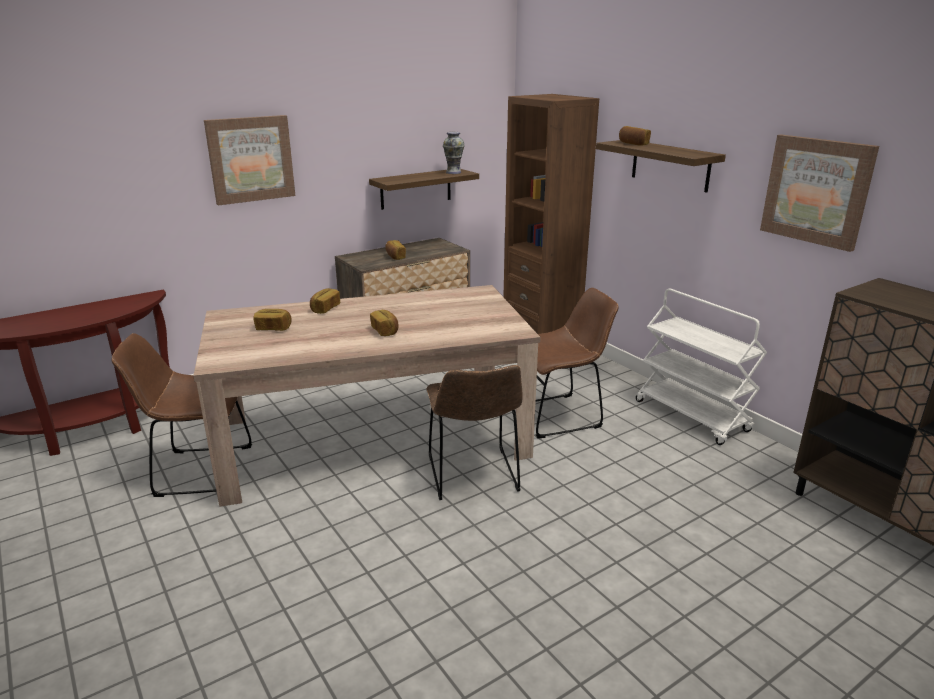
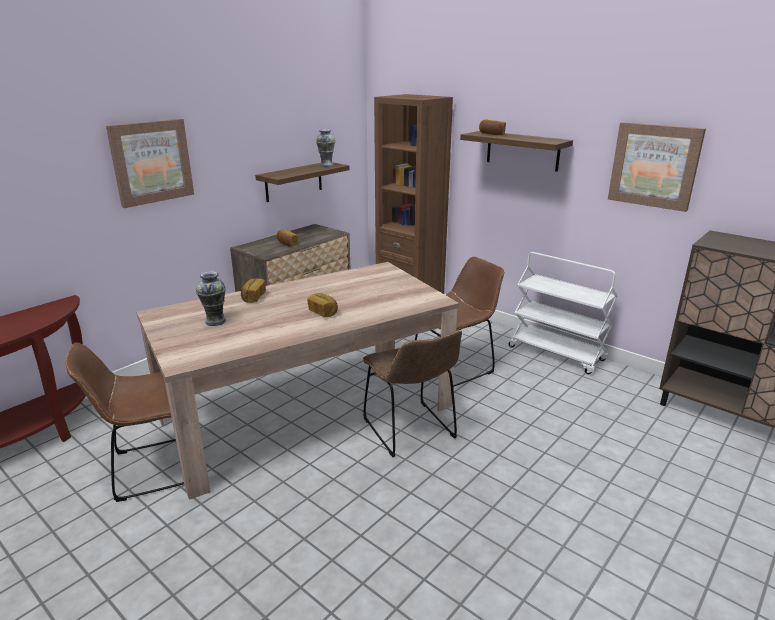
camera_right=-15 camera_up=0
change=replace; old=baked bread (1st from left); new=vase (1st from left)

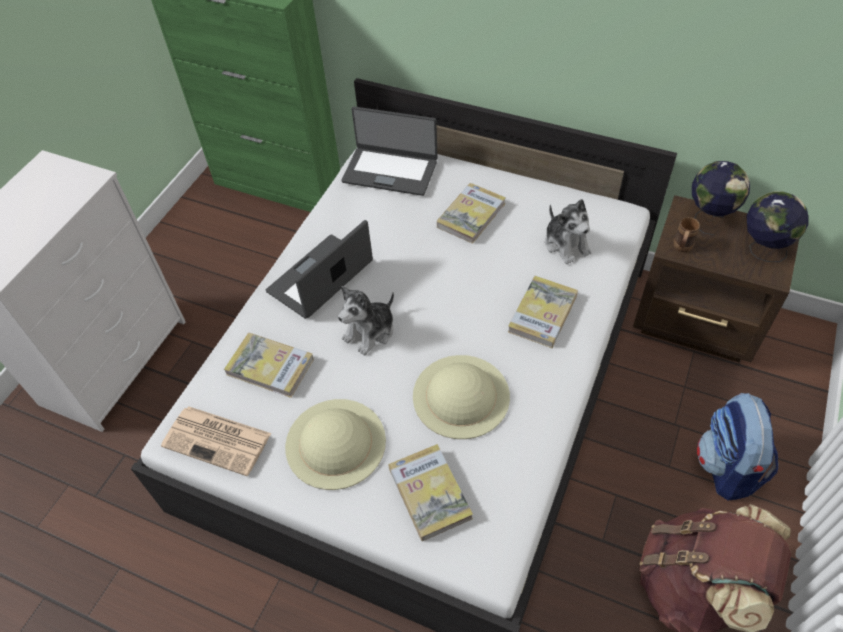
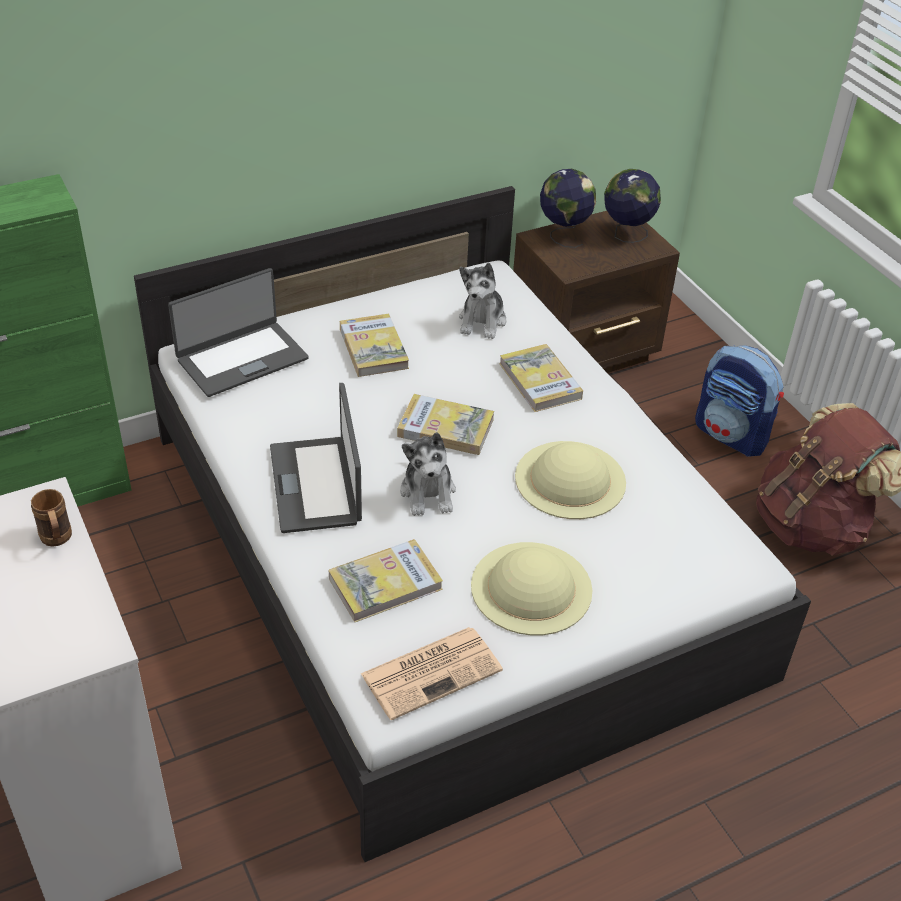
camera_right=-55 camera_up=-10
change=move; old=book (2nd from left in the first image); new=book (3rd from left)
change=move; old=mug (brownish)
change=rotate; old=soft toy (2nd from left); degrees=90

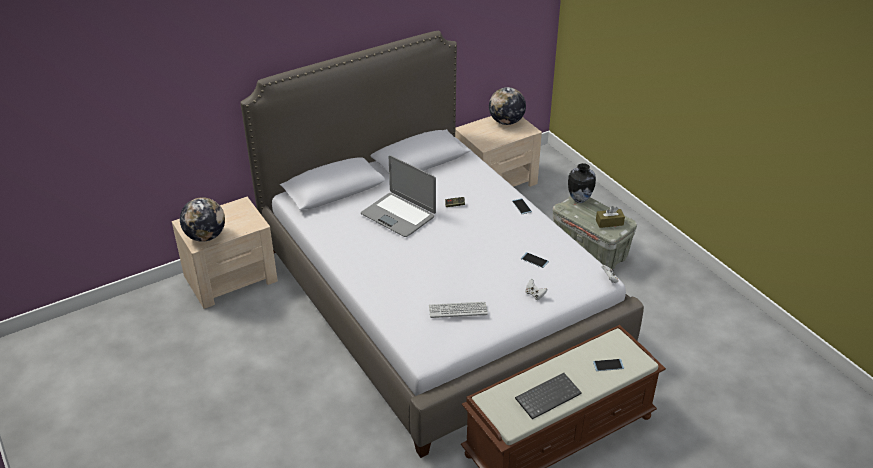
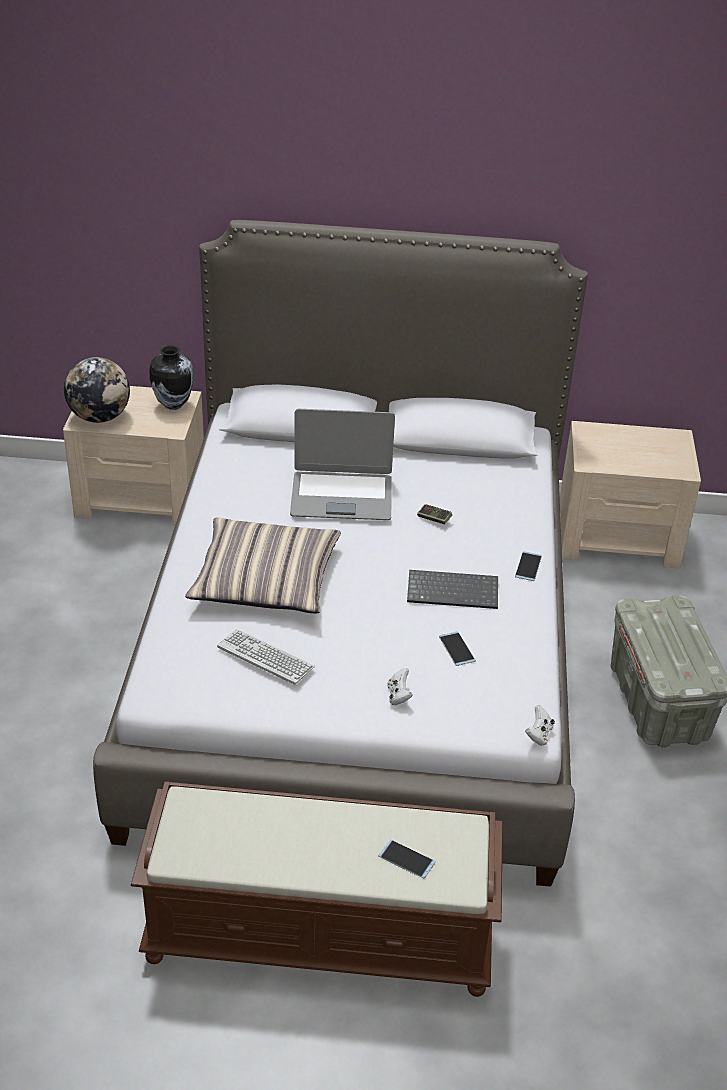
camera_right=35 camera_up=0
change=delete; old=desk globe (2nd from left)
change=delete; old=tissue holder (brownish)
change=insert; new=throw pillow
change=move; old=keyboard (2nd from left)
change=move; old=vase
change=rotate; old=notebook computer; degrees=-75

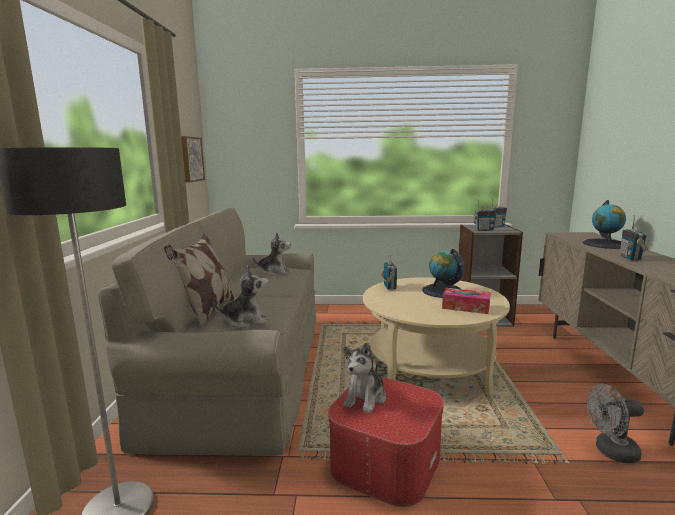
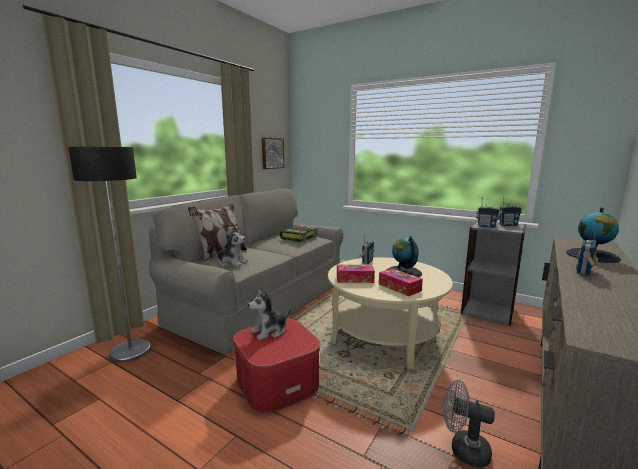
camera_right=30 camera_up=0
change=insert; new=tissue holder (1st from left)
change=replace; old=soft toy (2nd from left); new=book

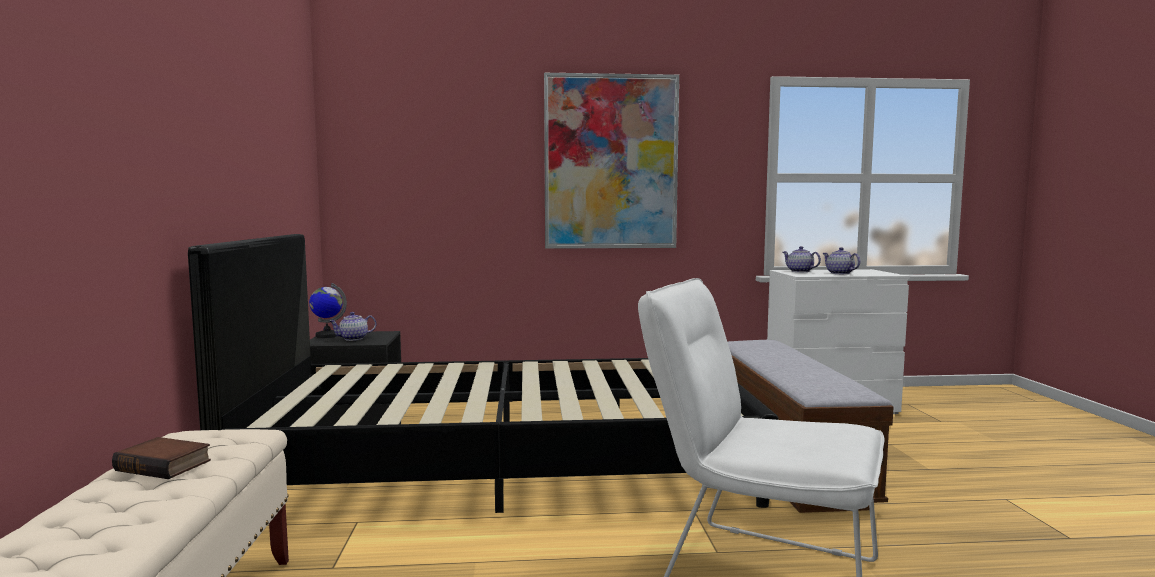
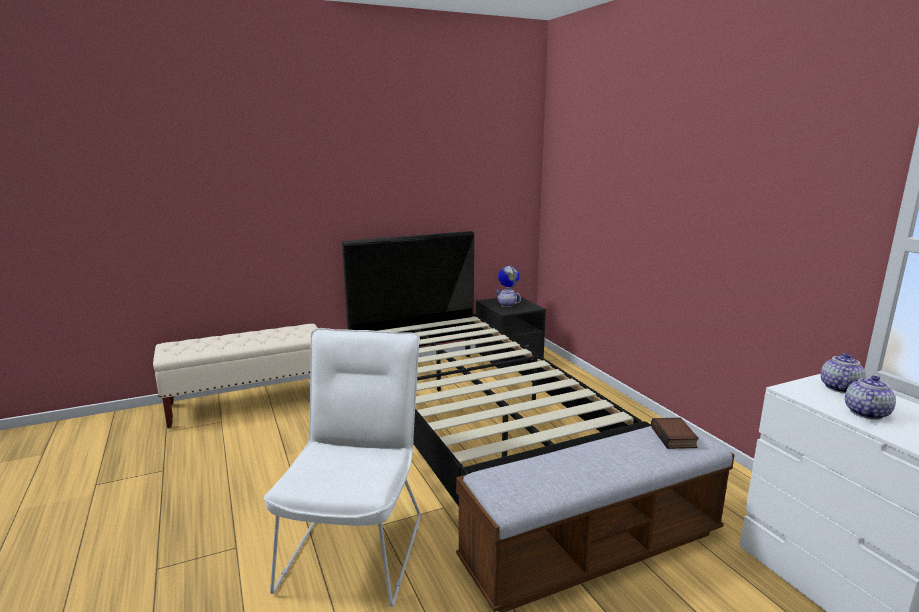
camera_right=70 camera_up=10
change=delete; old=wall art
change=move; old=book

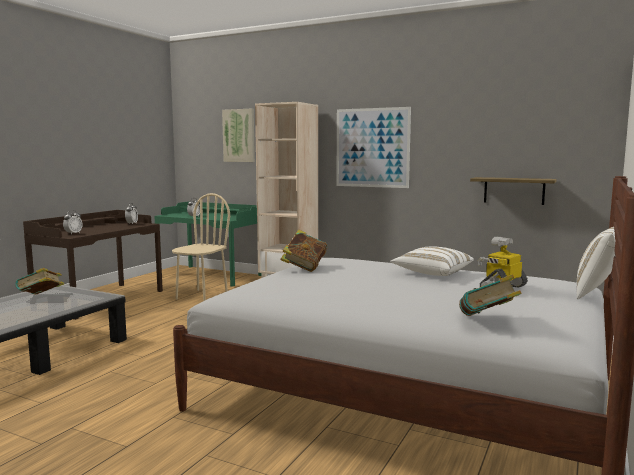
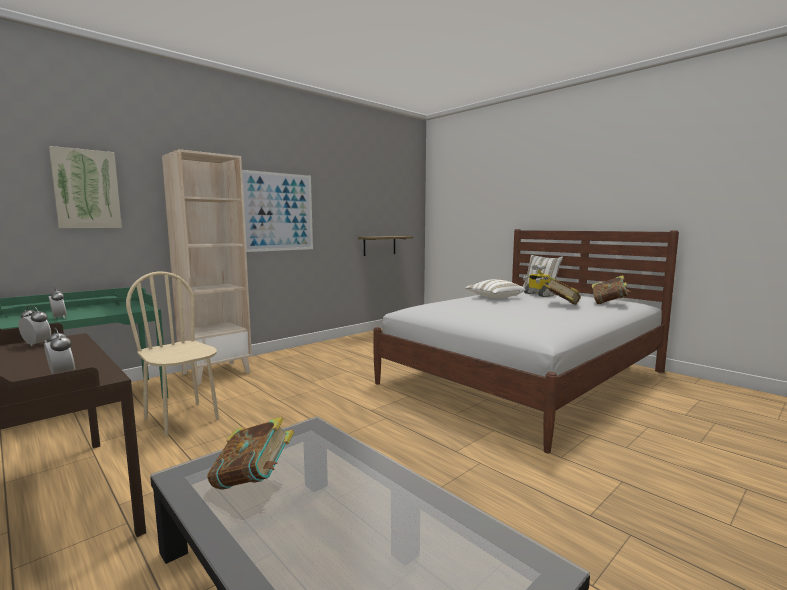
camera_right=-70 camera_up=0
change=move; old=book (2nd from left)

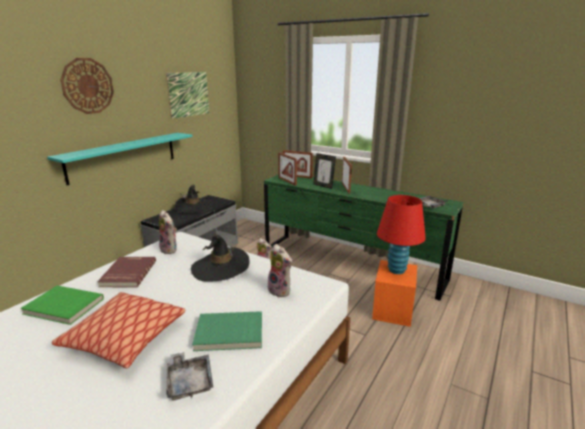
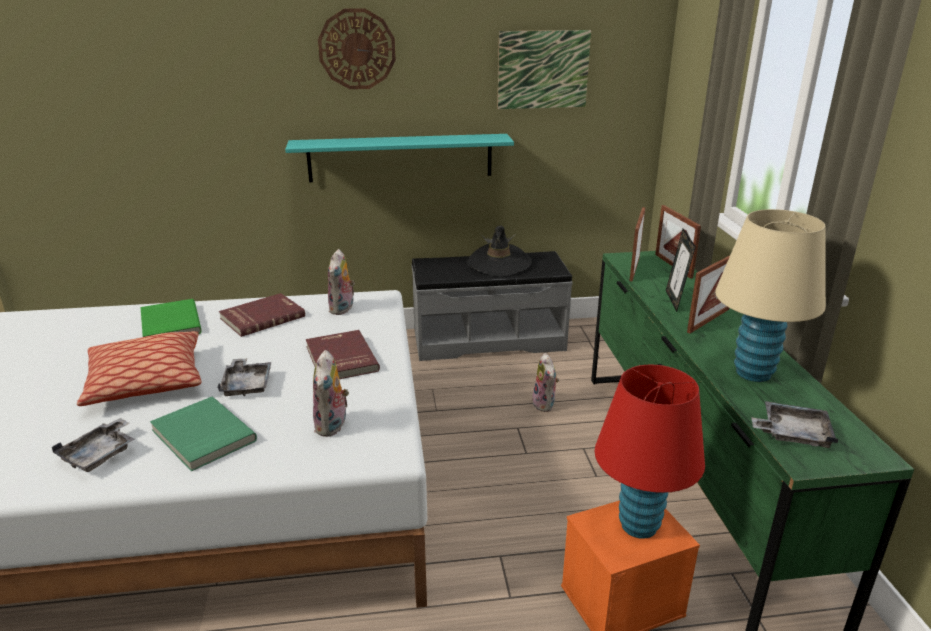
camera_right=50 camera_up=5
change=insert; new=serving tray (grey) (2nd from left)
change=insert; new=lamp for a table (sand-coloured)
change=replace; old=wearable hat (black-coloured) (2nd from left); new=book (reddish) (2nd from left)

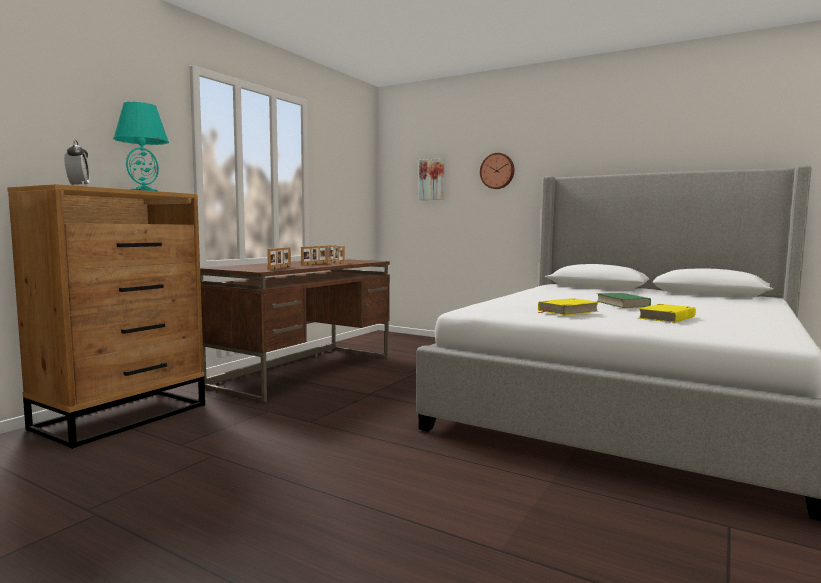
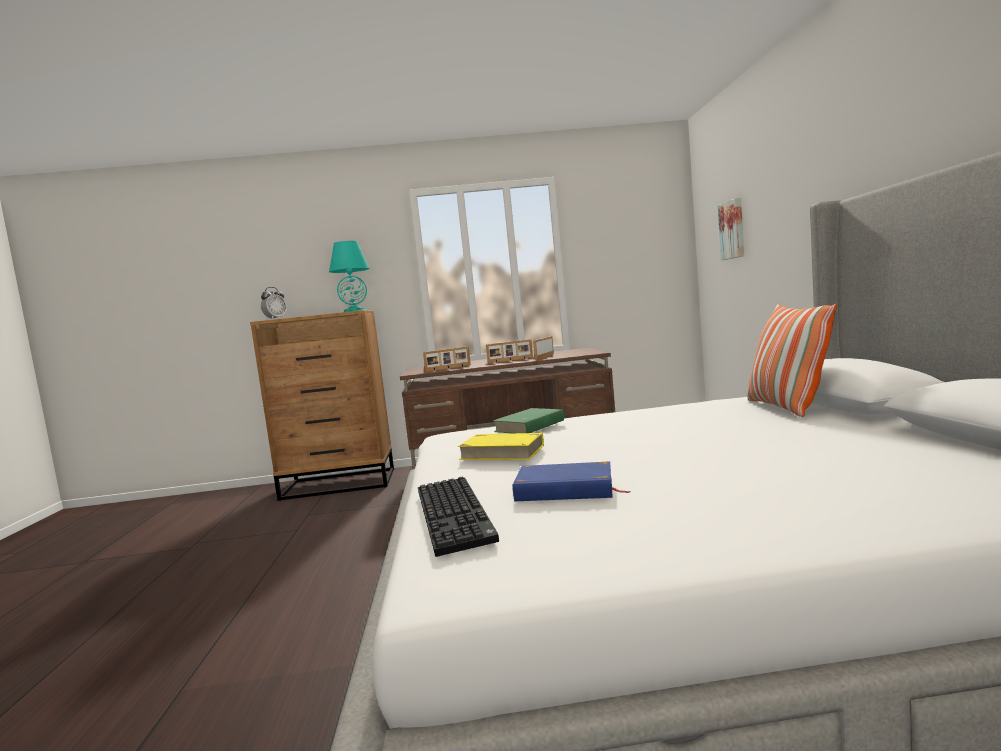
camera_right=55 camera_up=0
change=delete; old=wall clock
change=insert; new=keyboard
change=insert; new=throw pillow
change=move; old=book (greenish)
change=recolor; old=book (yellow-coloured) (2nd from left); new=book (blue-coloured)

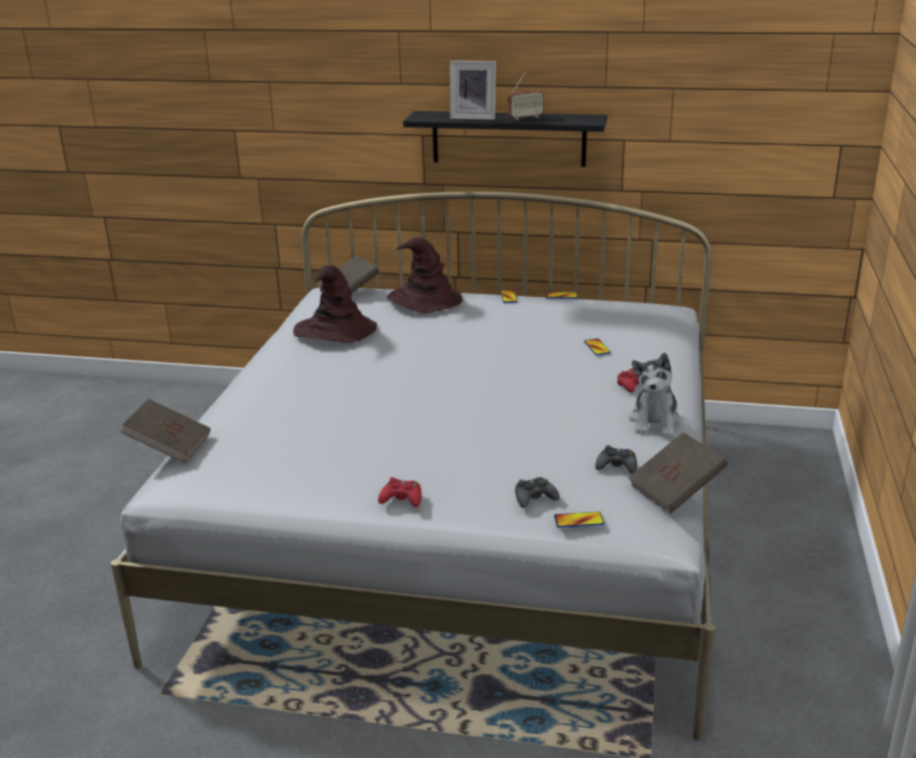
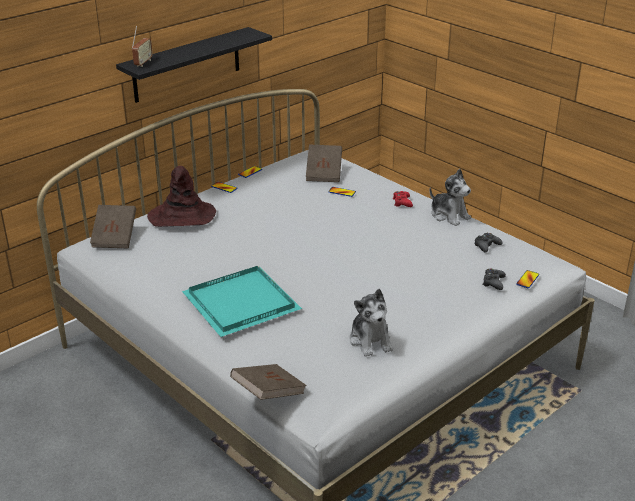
camera_right=-55 camera_up=5
change=delete; old=wearable hat (brownish) (1st from left)
change=delete; old=game controller (reddish) (1st from left)
change=delete; old=photo frame
change=insert; new=serving tray (turquoise)
change=insert; new=soft toy (1st from left)
change=move; old=radio
change=move; old=book (brownish) (3rd from left)

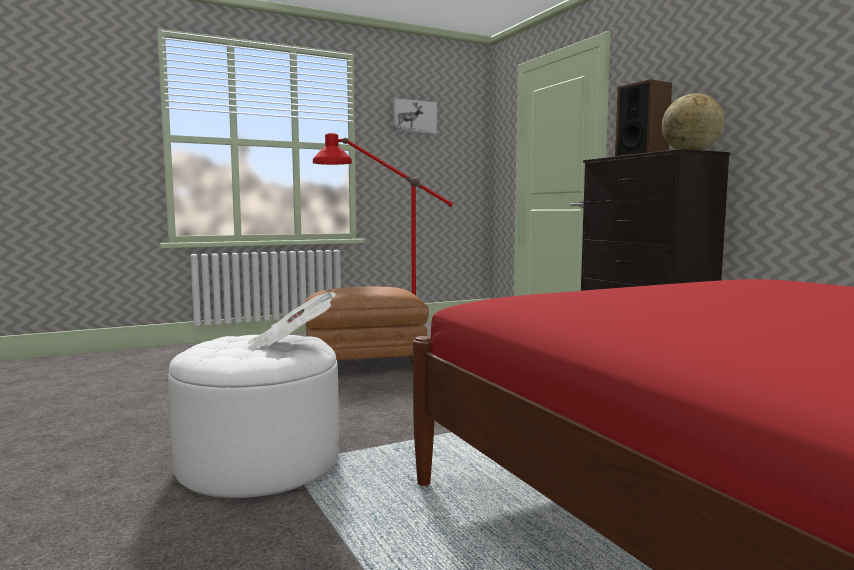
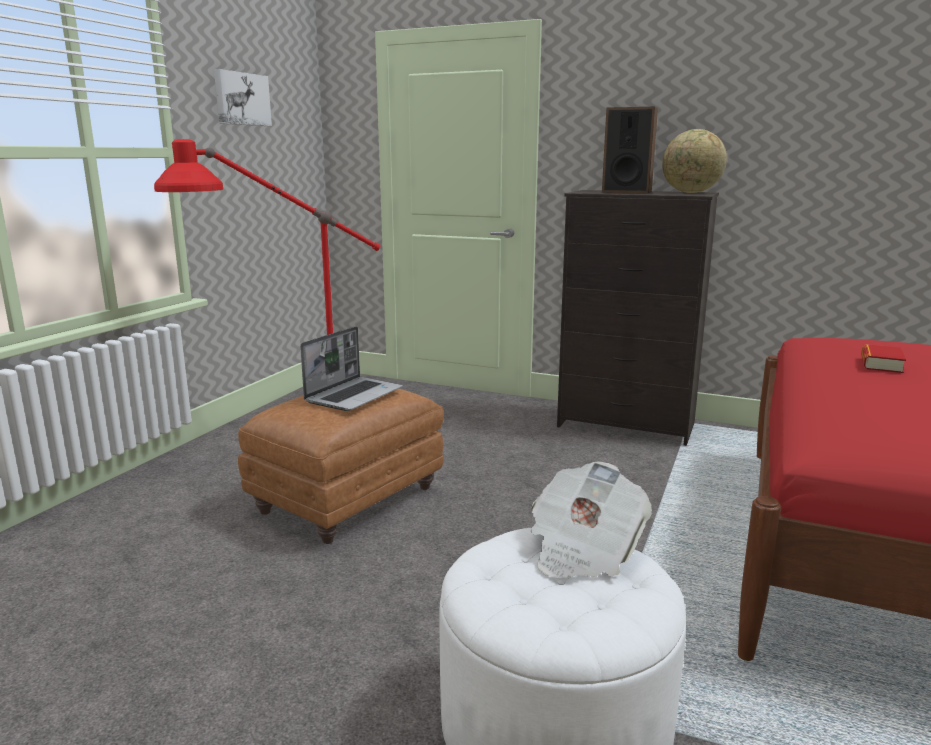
camera_right=-40 camera_up=10
change=insert; new=notebook computer
change=insert; new=book

